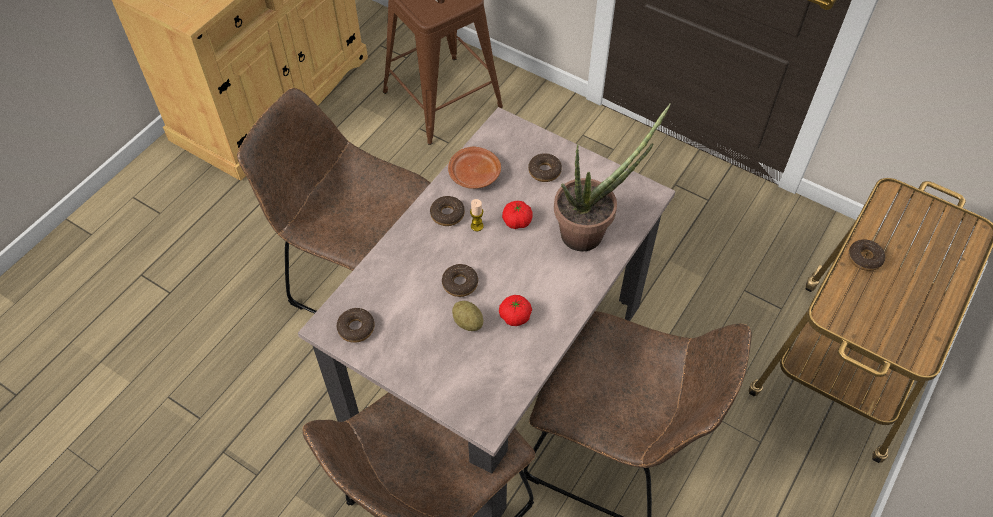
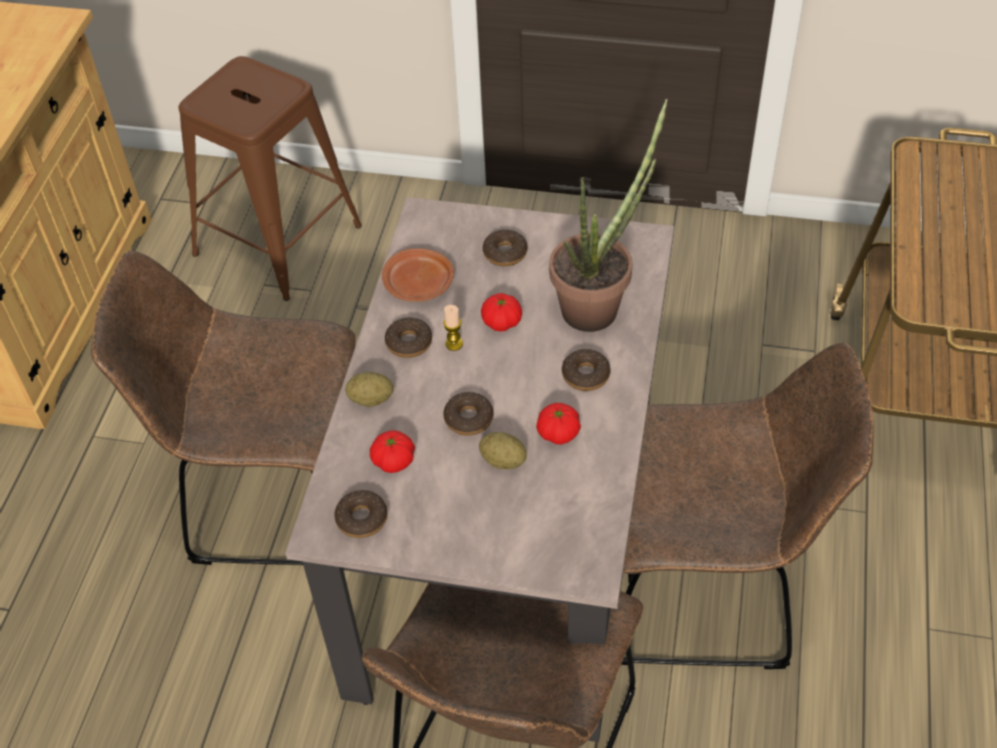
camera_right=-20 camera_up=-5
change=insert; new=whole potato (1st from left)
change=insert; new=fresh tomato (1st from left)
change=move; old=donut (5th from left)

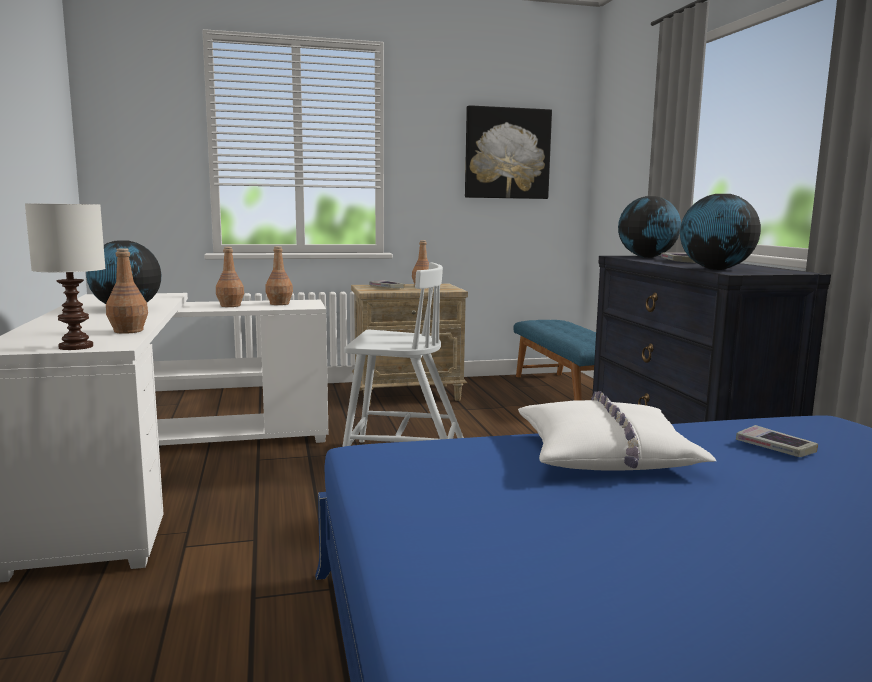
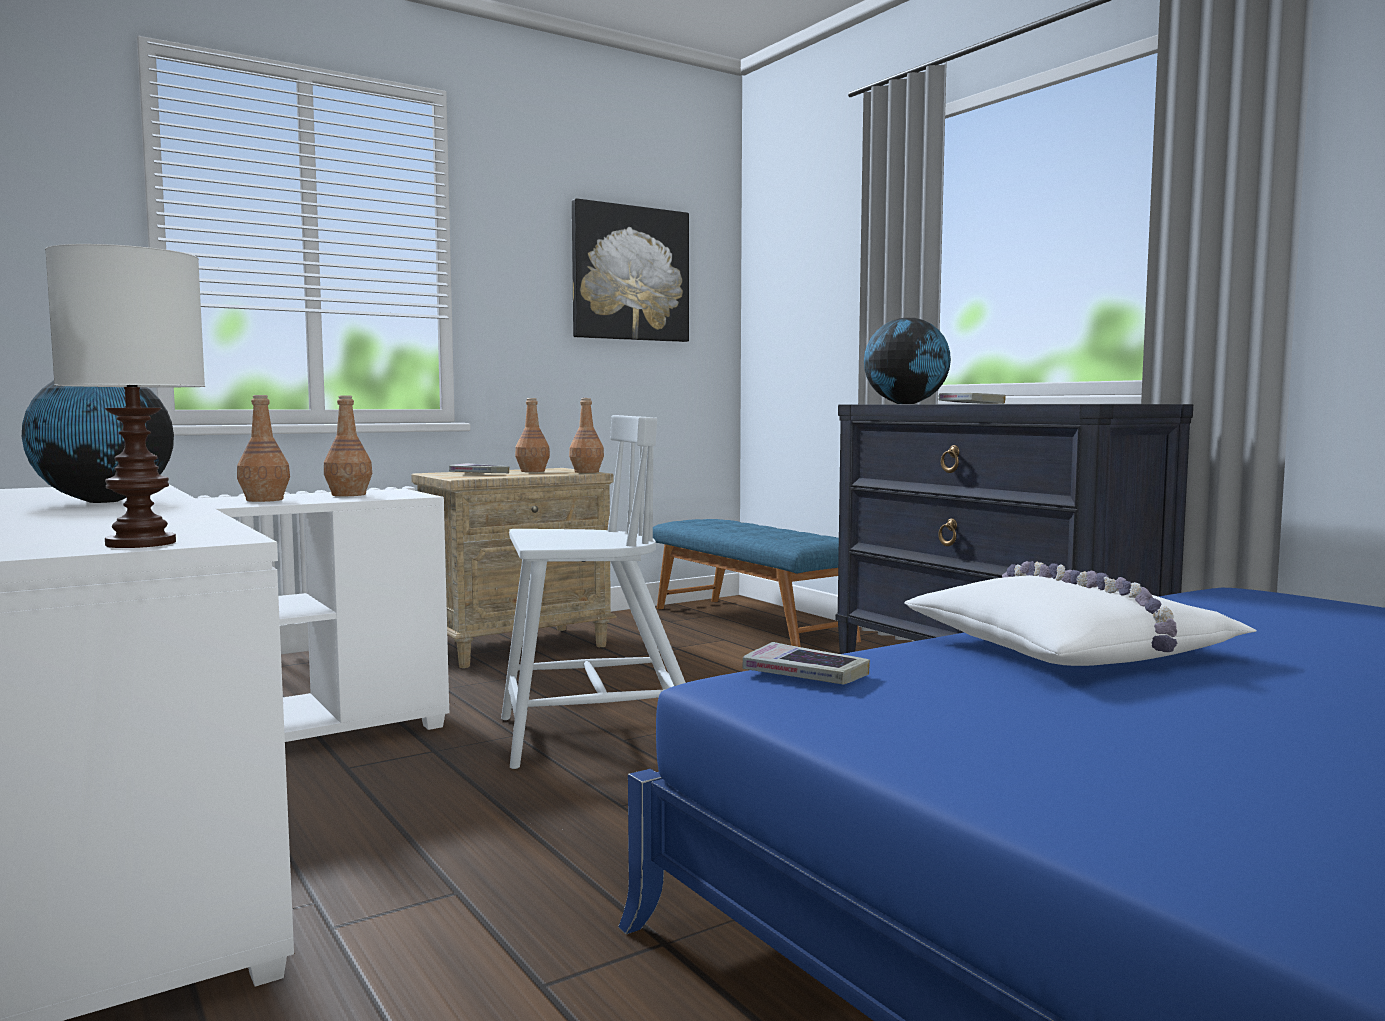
camera_right=-20 camera_up=-5
change=delete; old=desk globe (3rd from left)
change=move; old=drink bottle (brownish) (1st from left in the first image); new=drink bottle (brownish) (4th from left)
change=move; old=book (3rd from left in the first image); new=book (2nd from left)

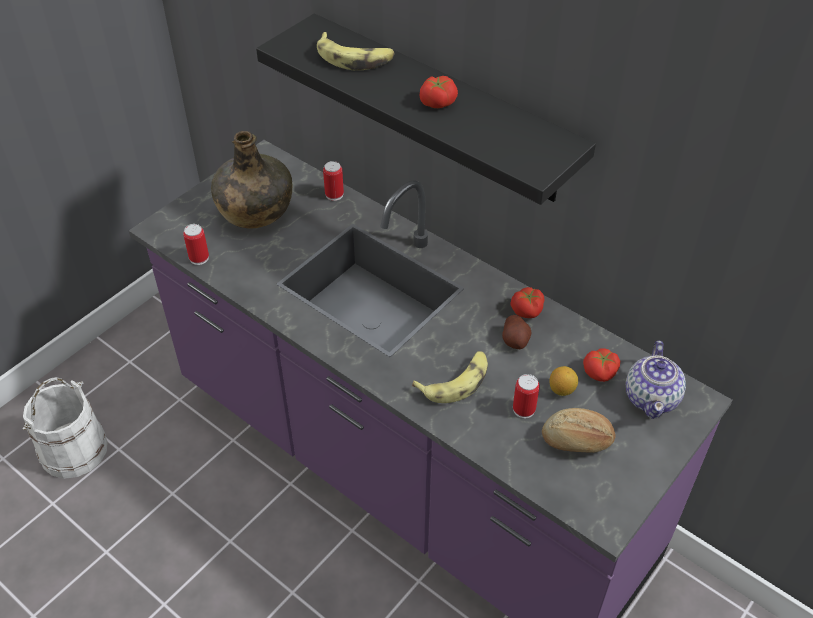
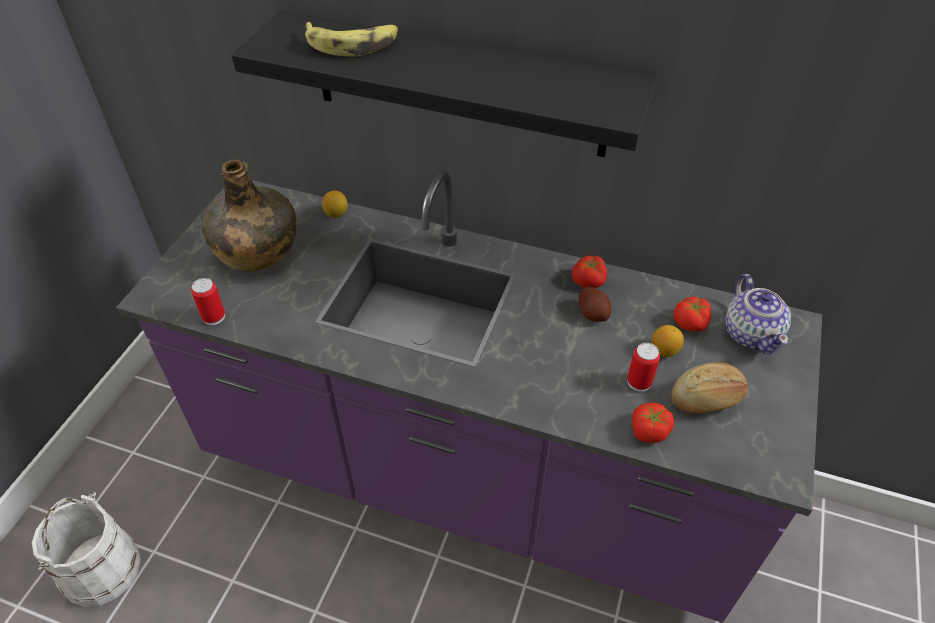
camera_right=-20 camera_up=0
change=delete; old=whole banana (2nd from left)
change=move; old=fresh tomato (1st from left in the first image); new=fresh tomato (2nd from left)
change=replace; old=metal can (2nd from left); new=lemon (1st from left)

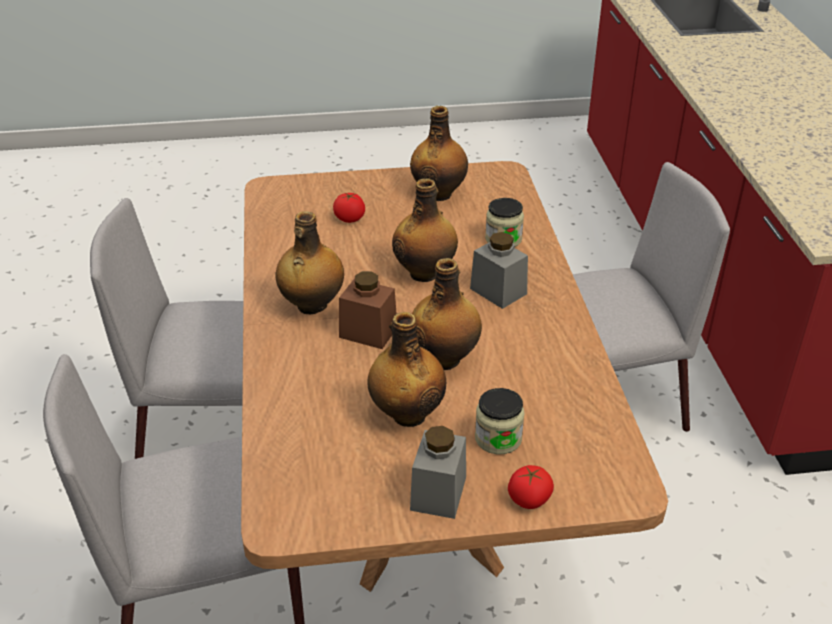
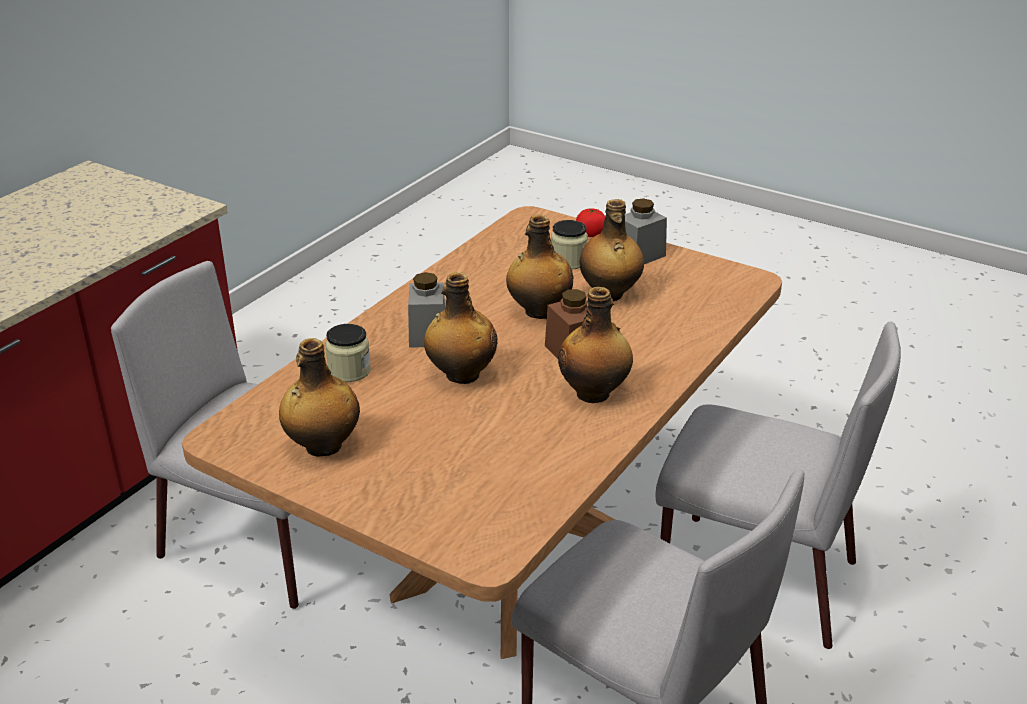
camera_right=-140 camera_up=-5
change=delete; old=fresh tomato (1st from left)

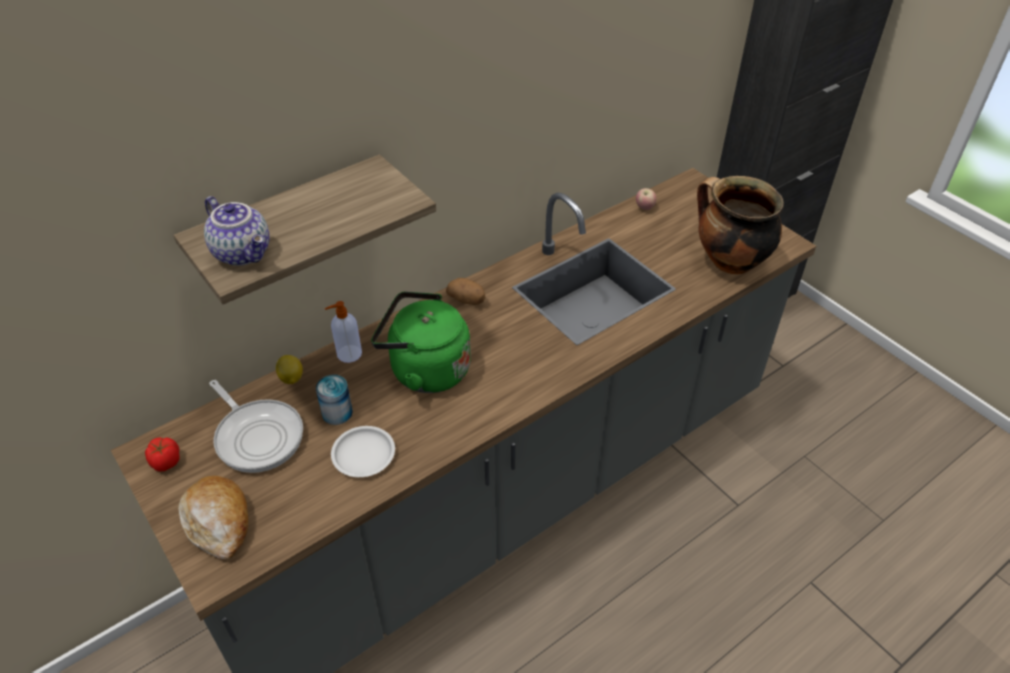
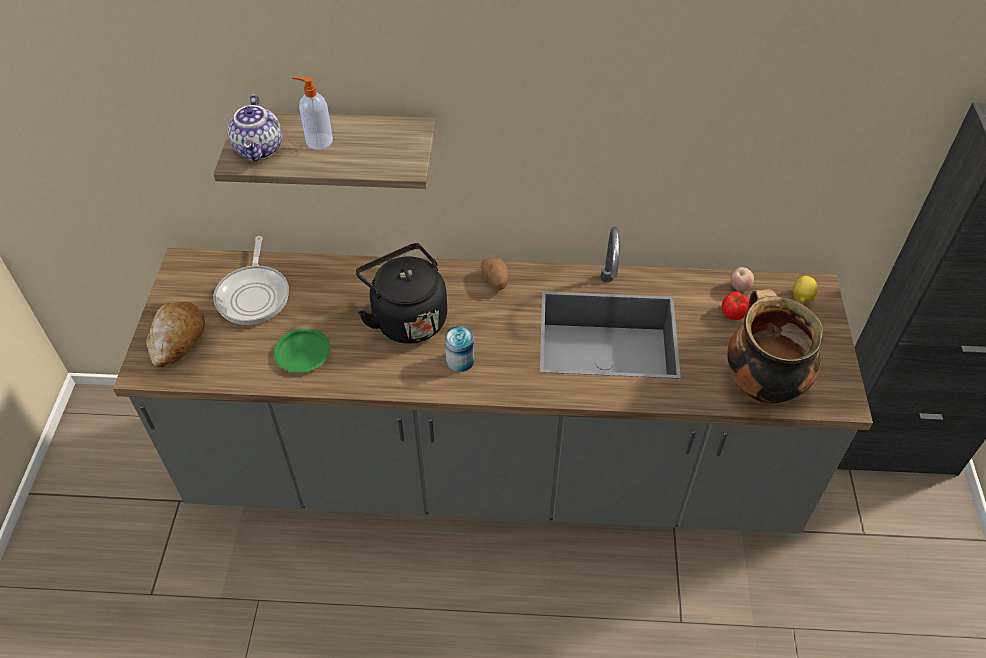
camera_right=40 camera_up=5
change=move; old=fresh tomato
change=move; old=lemon
change=move; old=metal can
change=move; old=soap bottle
change=recolor; old=flat dish (white); new=flat dish (greenish)
change=recolor; old=water kettle (greenish); new=water kettle (black-coloured)

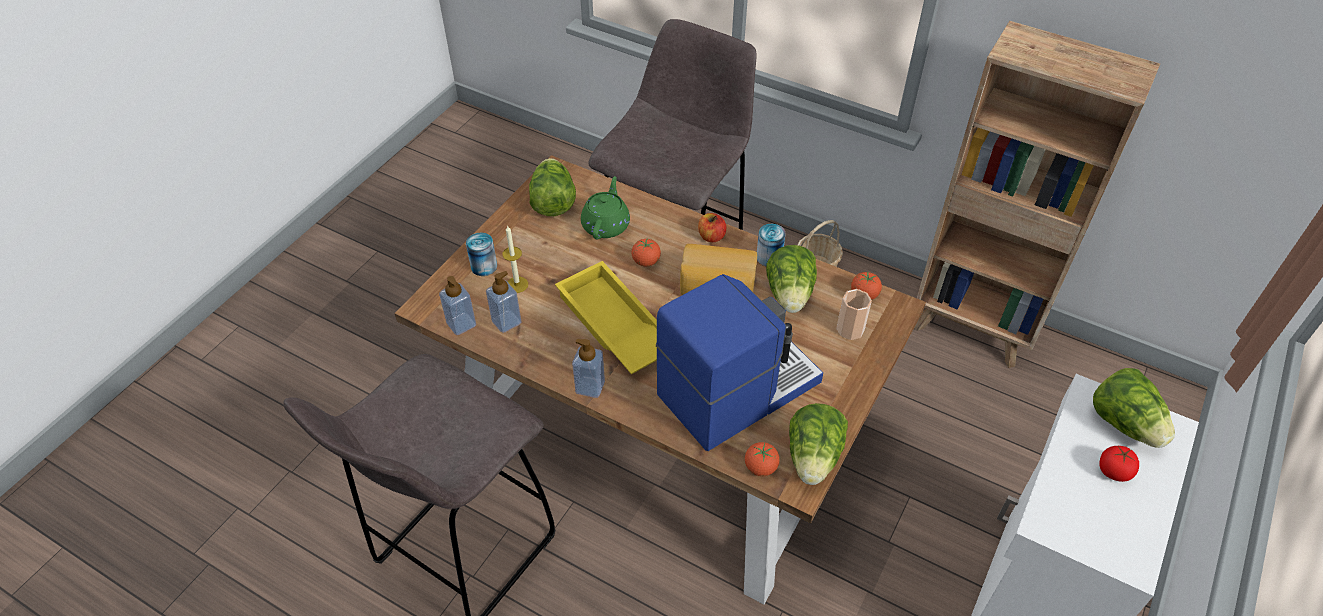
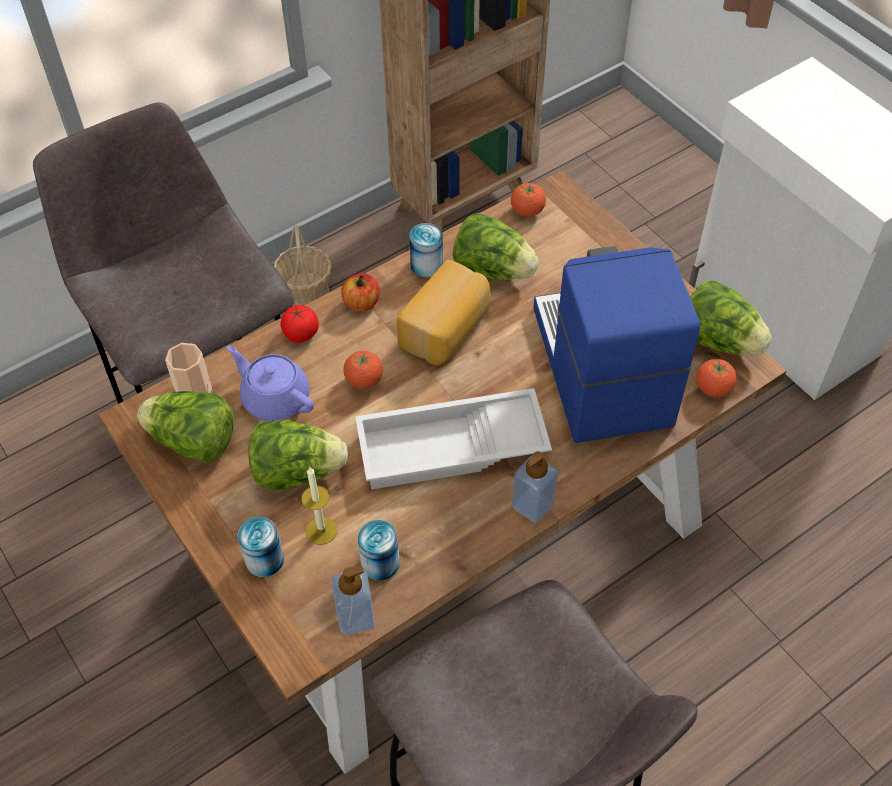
camera_right=-65 camera_up=5
change=move; old=small cup
change=move; old=lettuce (4th from left in the first image); new=lettuce (2nd from left)
change=move; old=fresh tomato (4th from left in the first image); new=fresh tomato (1st from left)
change=replace; old=soap bottle (2nd from left); new=metal can (2nd from left)
change=recolor; old=serving tray (yellow-coloured); new=serving tray (white)
change=recolor; old=teapot (greenish); new=teapot (purple-coloured)

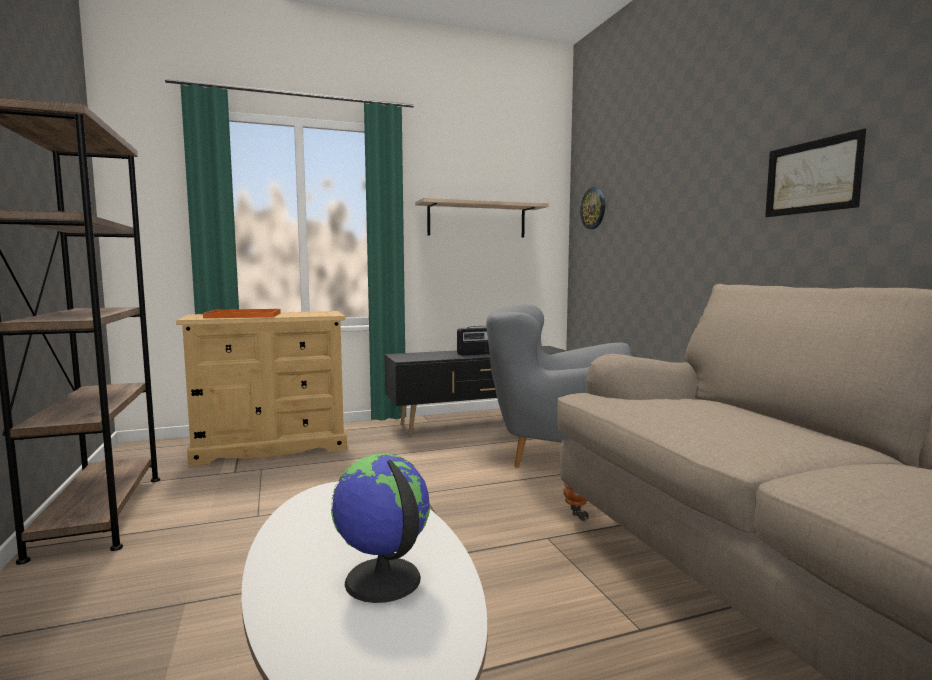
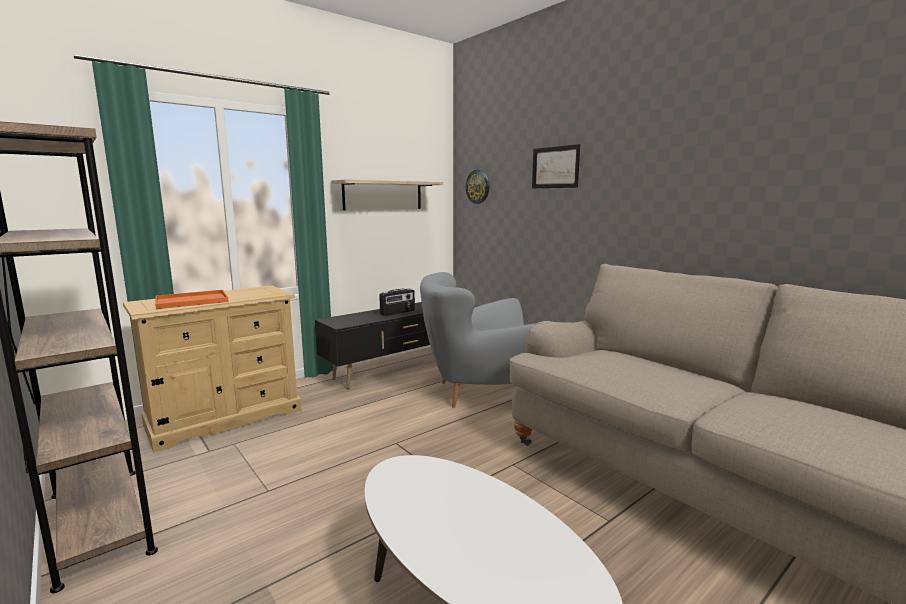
camera_right=-20 camera_up=5
change=delete; old=desk globe
change=move; old=wall art

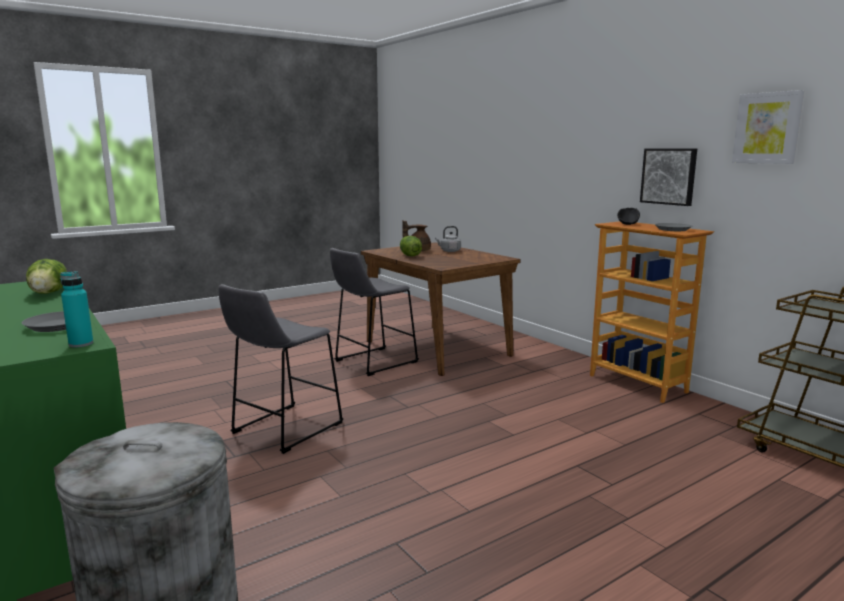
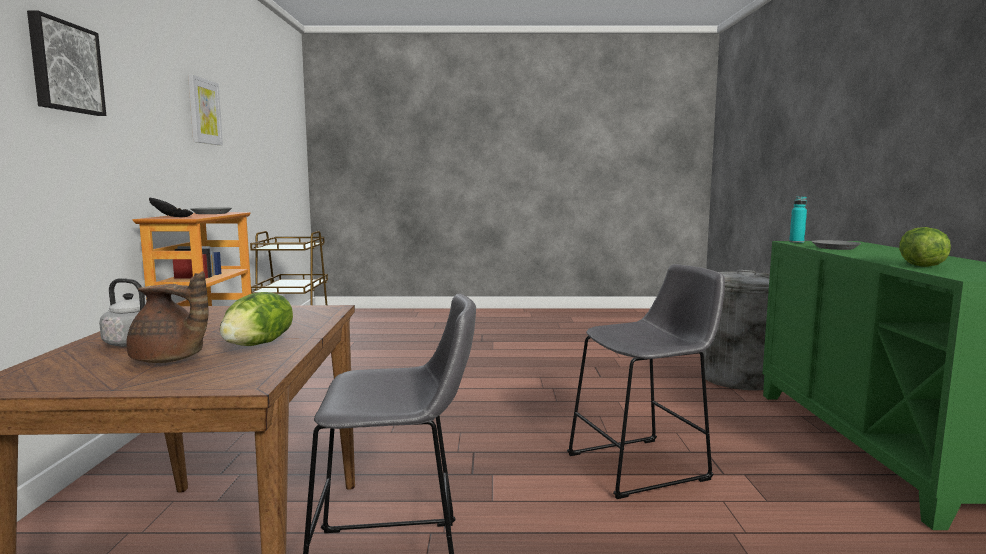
camera_right=-145 camera_up=-5
change=move; old=wall art (1st from left)

